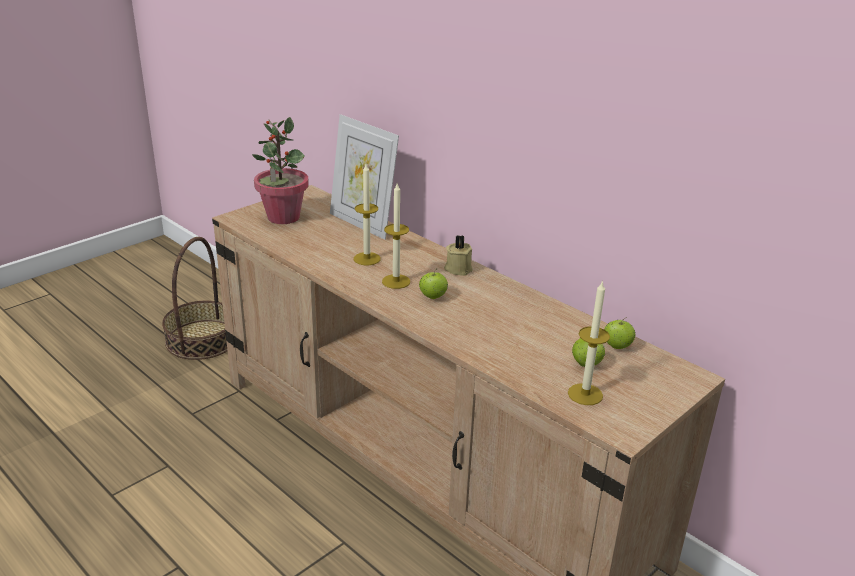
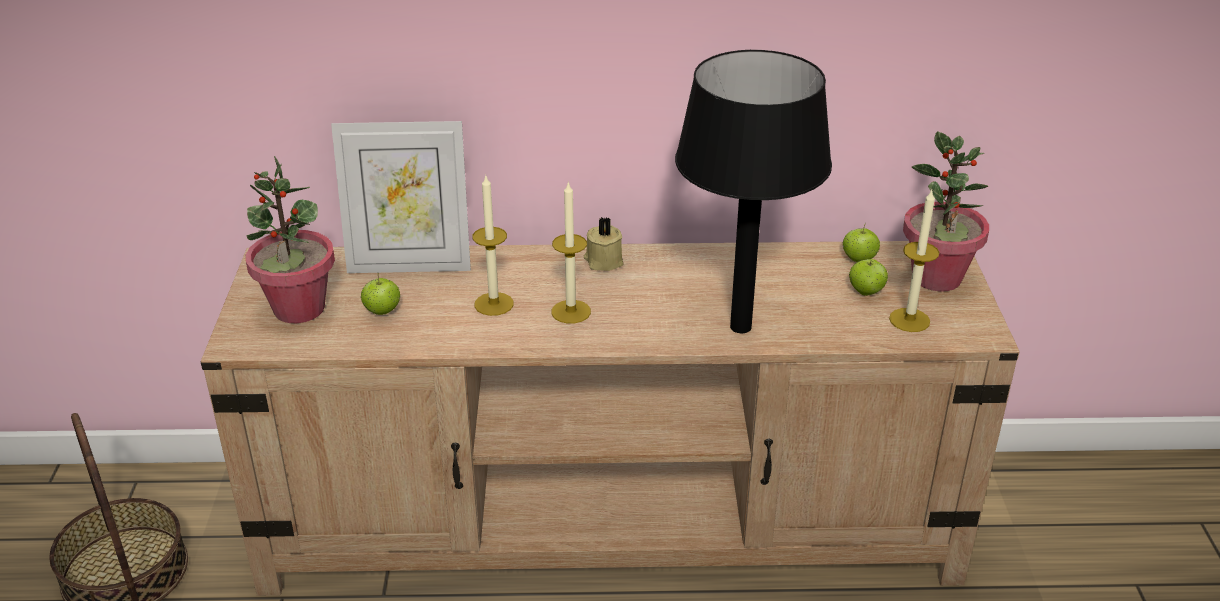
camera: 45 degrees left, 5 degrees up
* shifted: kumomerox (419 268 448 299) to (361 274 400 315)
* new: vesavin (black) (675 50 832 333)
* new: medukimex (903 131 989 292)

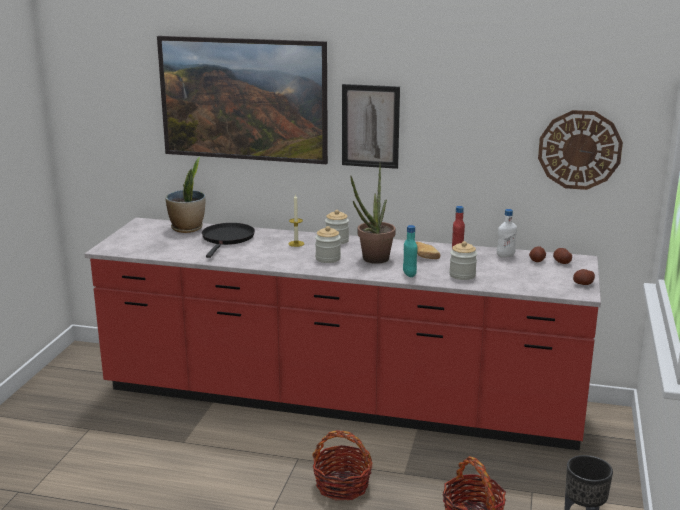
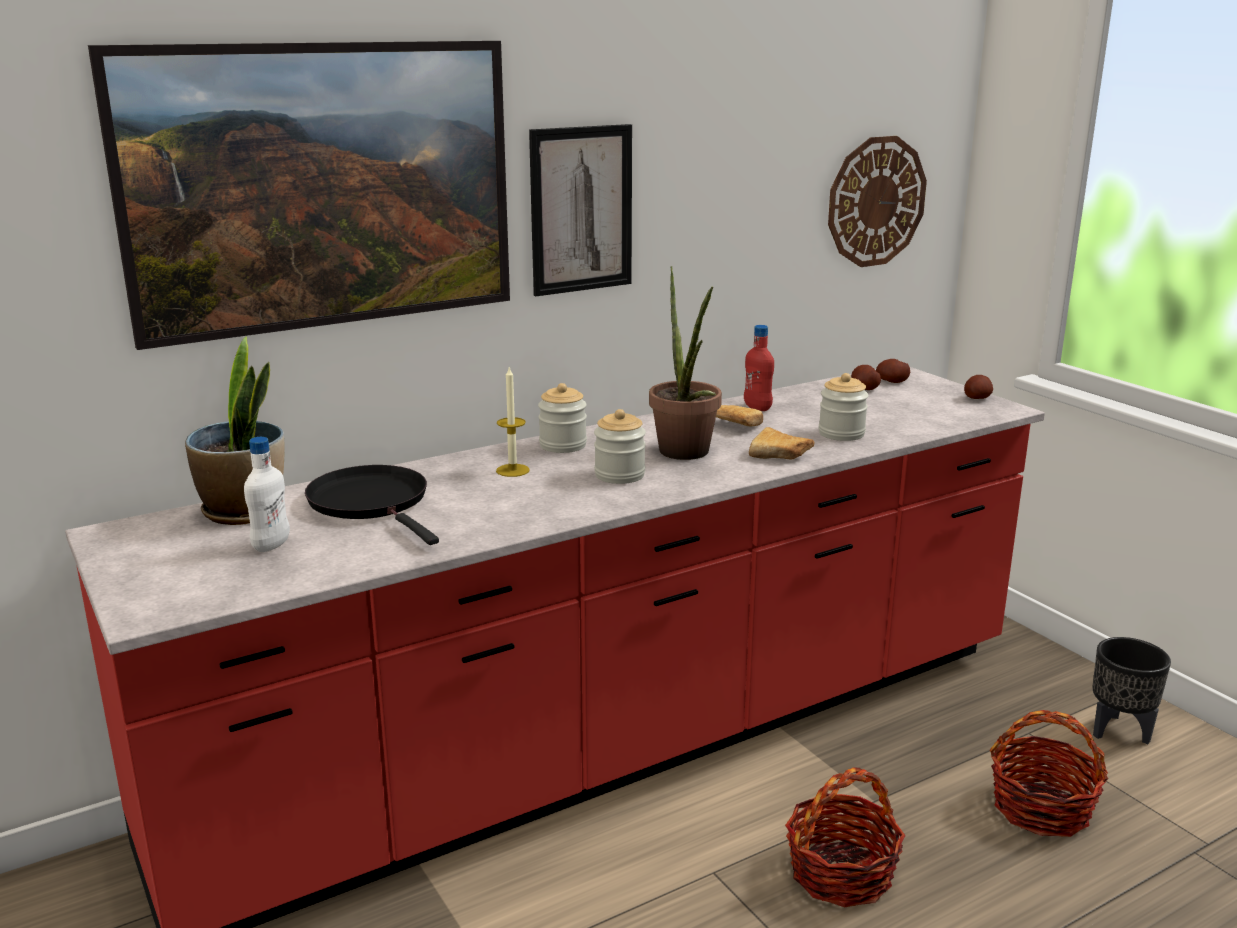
camera: 45 degrees left, 0 degrees up
* shifted: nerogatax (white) (497 209 517 258) to (244 437 290 552)
* swapped: nerogatax (turquoise) (403 225 417 277) to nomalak (749 427 815 460)

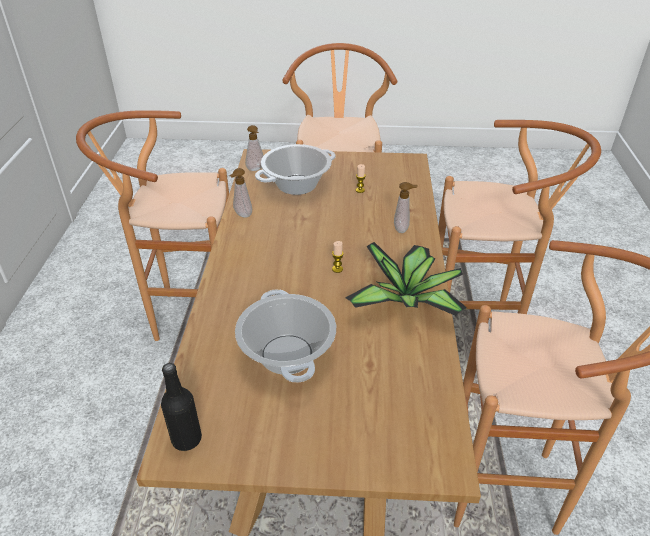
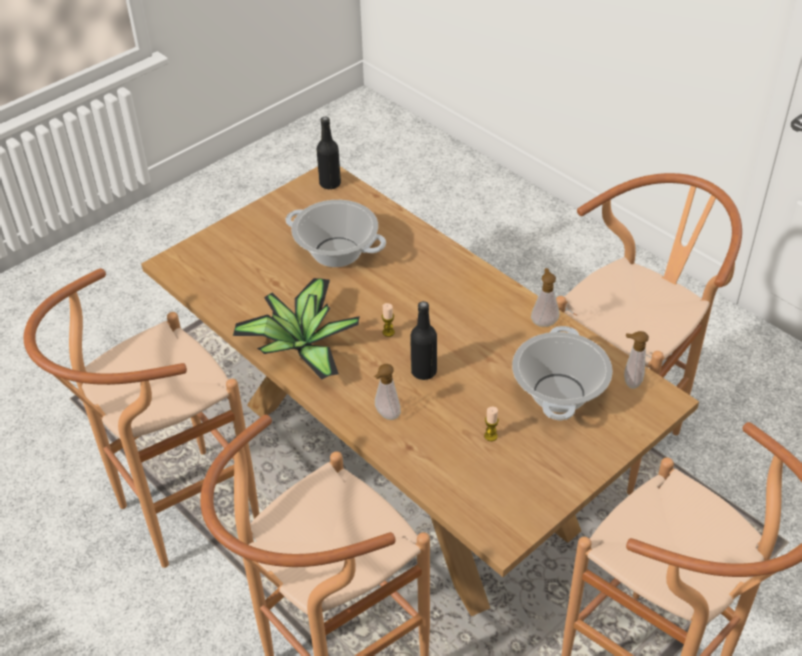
camera: 135 degrees right, 5 degrees up
* new: nerogatax (black) (410 301 437 380)

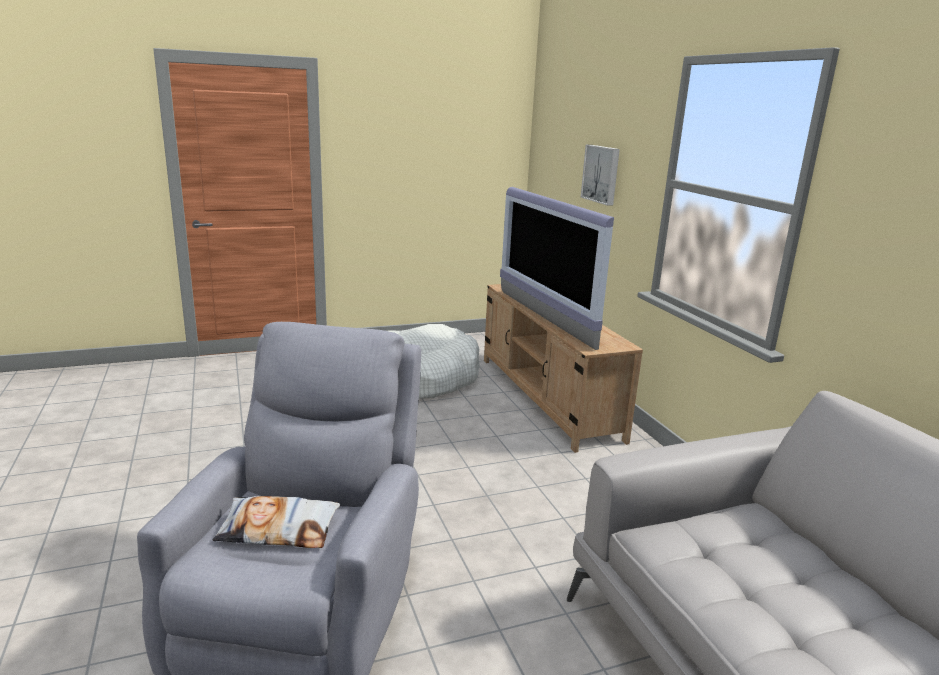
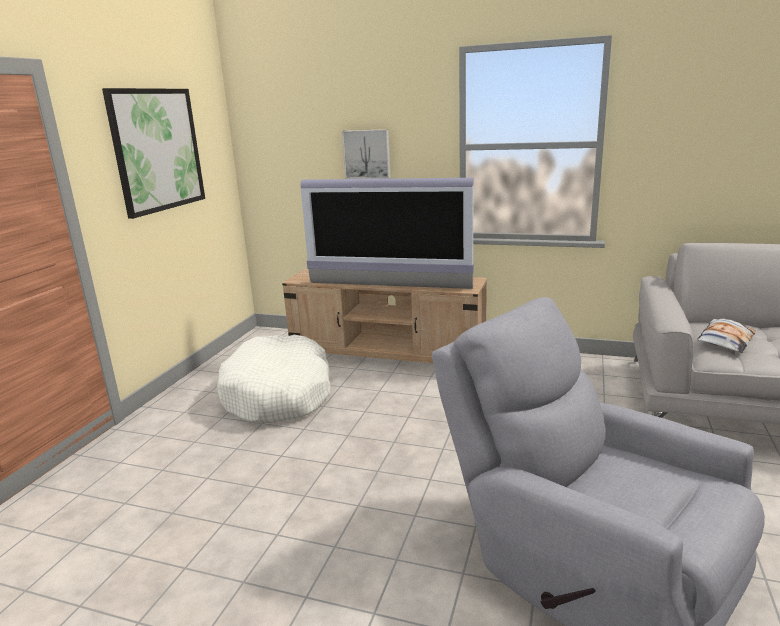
camera: 50 degrees left, 0 degrees up
* shifted: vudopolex (213 496 340 548) to (697 319 756 353)
* new: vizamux (102 88 205 219)

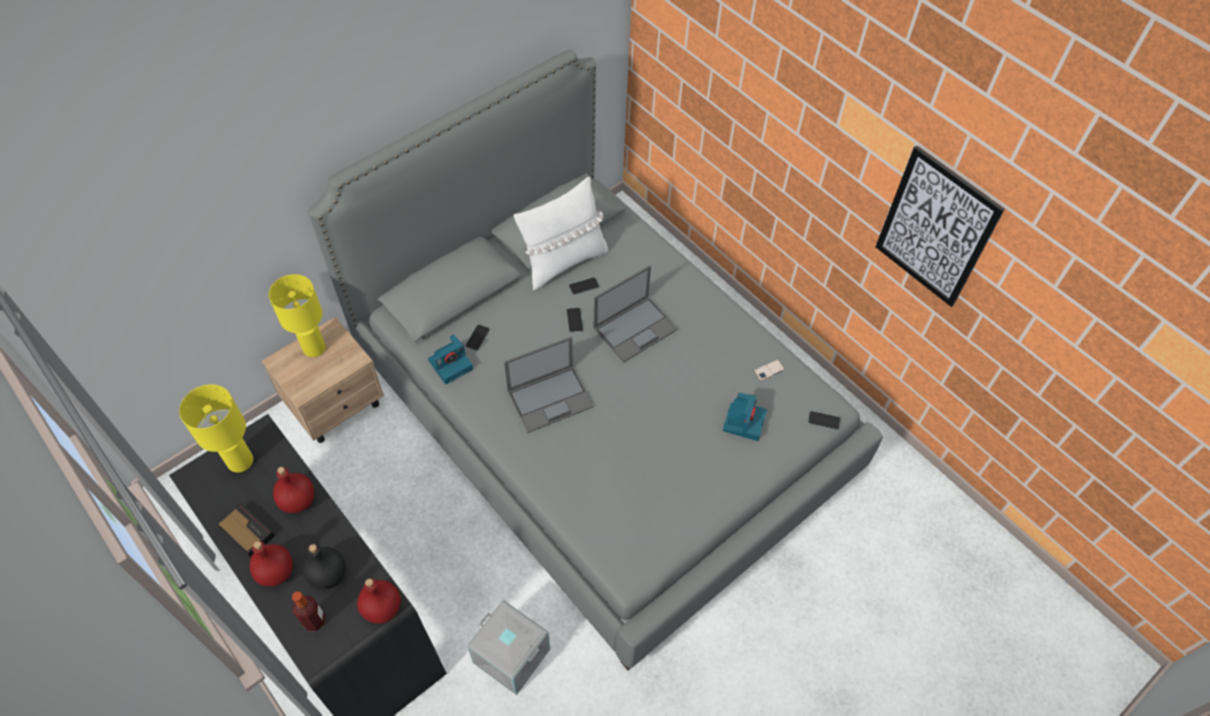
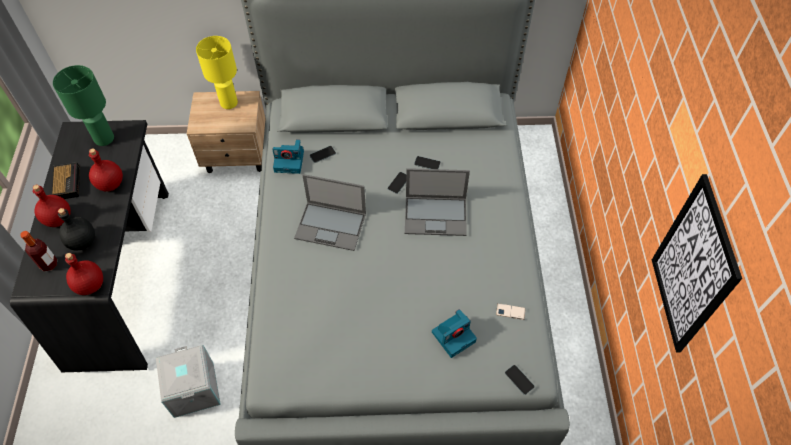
camera: 40 degrees right, 0 degrees up
* gone: vudopolex (white) (514 177 608 291)
* repainted: vesavin (yellow) (179 384 253 472) to vesavin (green) (53 65 114 146)

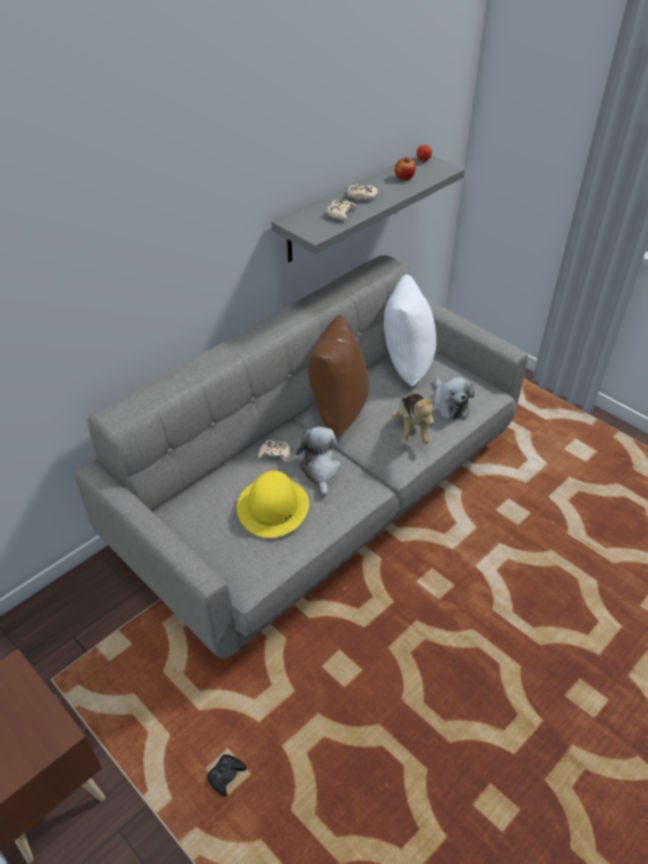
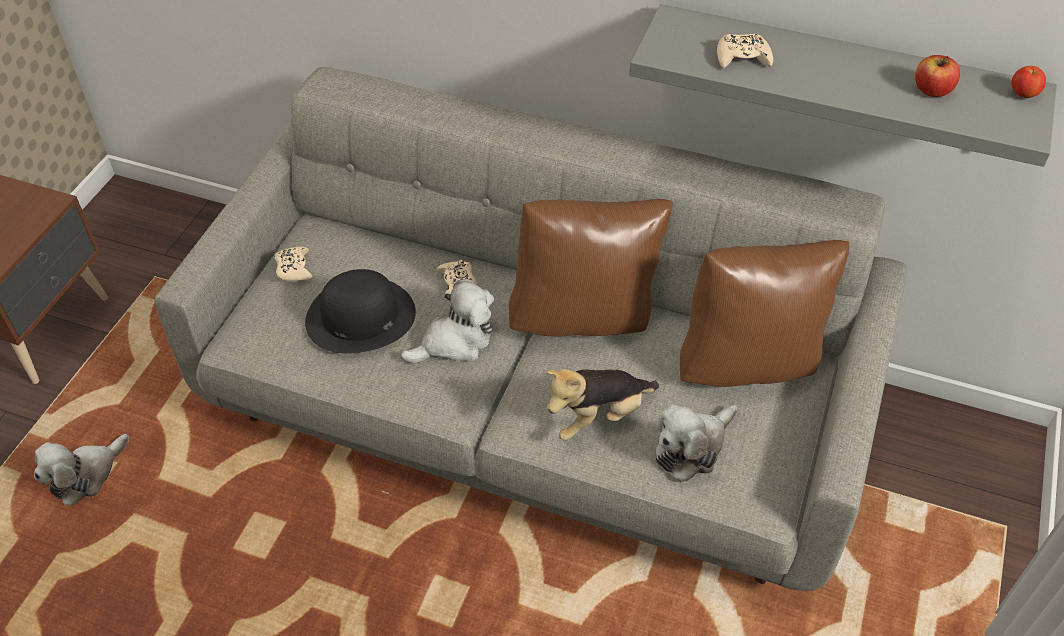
camera: 65 degrees right, 5 degrees up
* shifted: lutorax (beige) (347 183 378 200) to (275 247 312 282)
* repainted: vudopolex (white) (384 274 437 387) to vudopolex (brown) (680 240 849 387)
* repainted: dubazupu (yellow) (237 471 309 538) to dubazupu (black) (305 269 416 354)
* swapped: lutorax (black) (207 754 247 797) to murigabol (34 434 129 506)

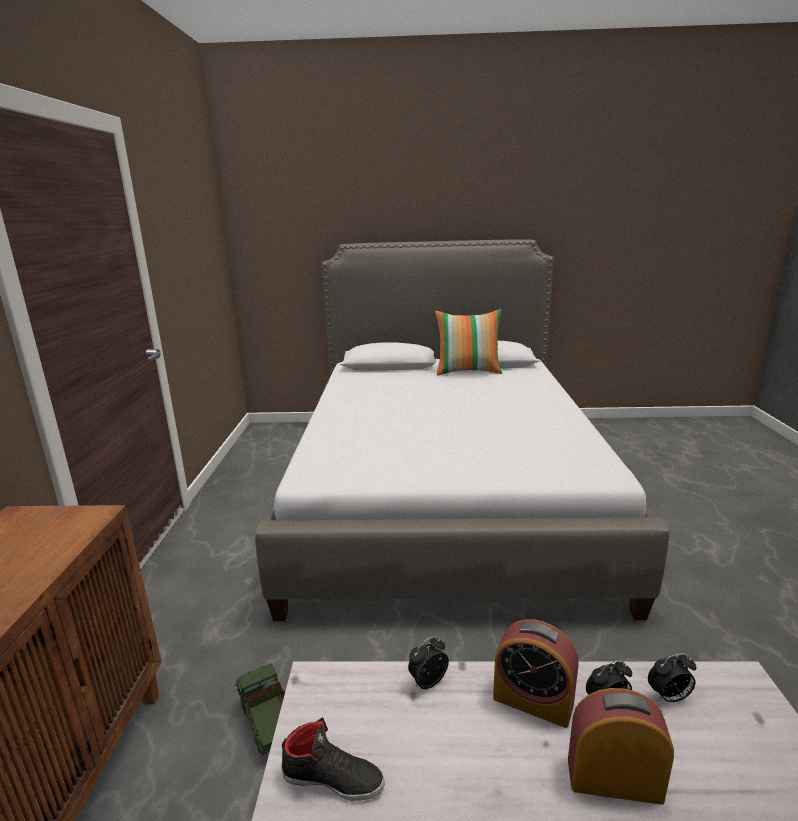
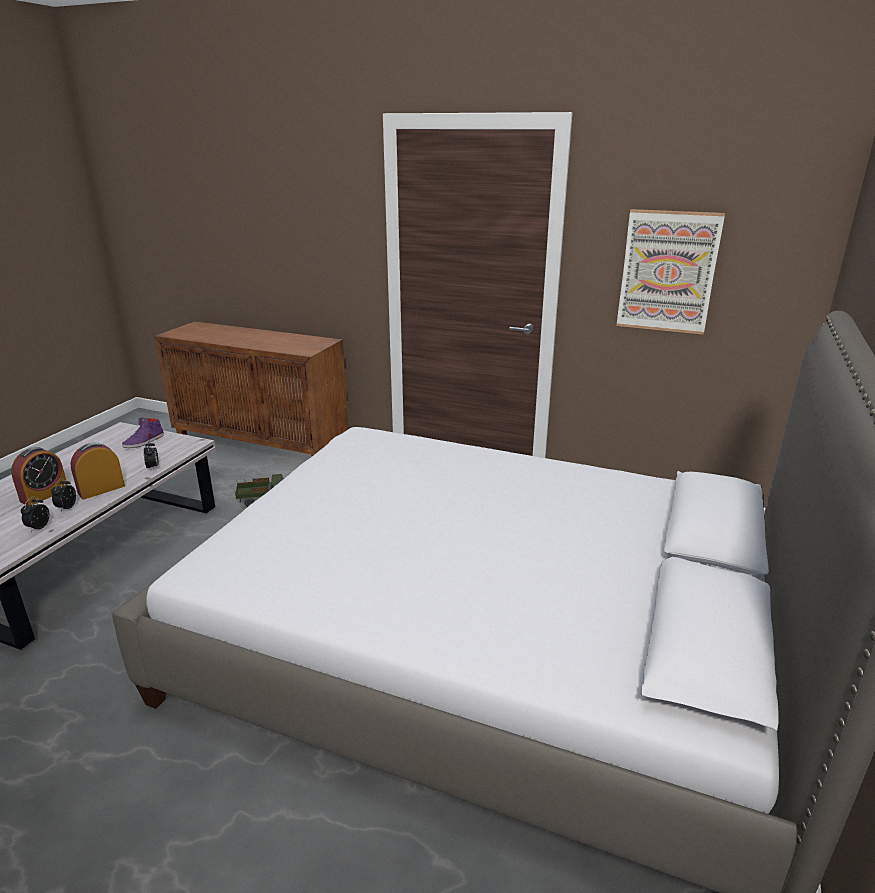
camera: 110 degrees right, 5 degrees up
* gone: vudopolex (435 309 502 376)
* repainted: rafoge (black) (281 718 385 801) to rafoge (purple) (122 418 164 448)
* new: vizamux (616 209 725 334)

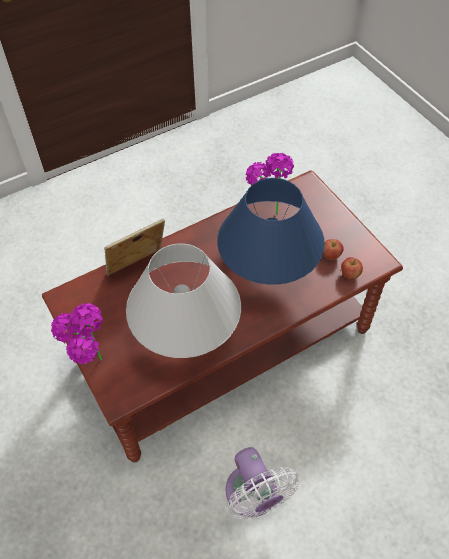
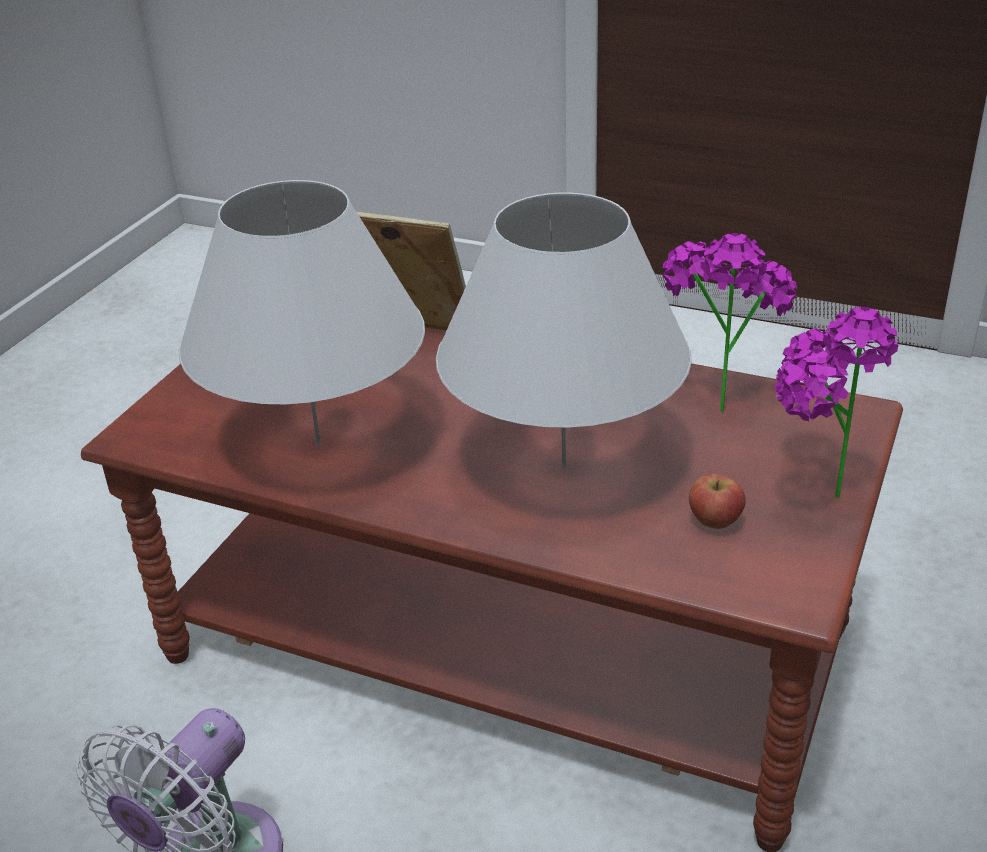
camera: 55 degrees right, 20 degrees down
* repainted: vesavin (blue) (217 178 325 285) to vesavin (white) (436 193 692 467)
* gone: kumomerox (341 257 363 279)
* shifted: medukimex (51 303 103 364) to (775 307 898 498)

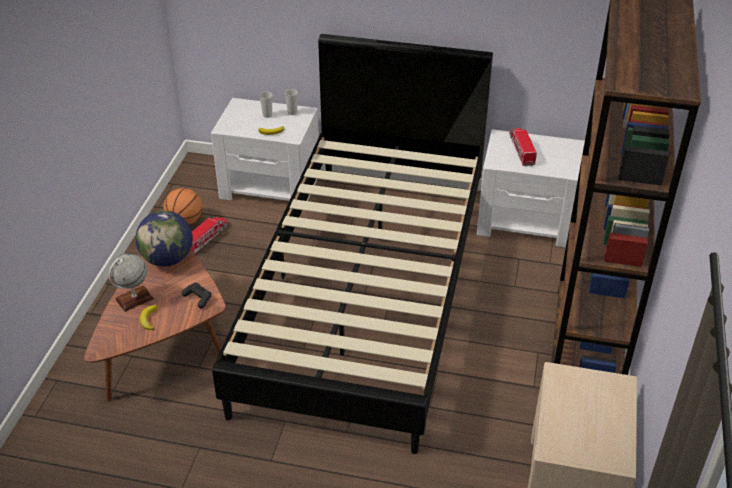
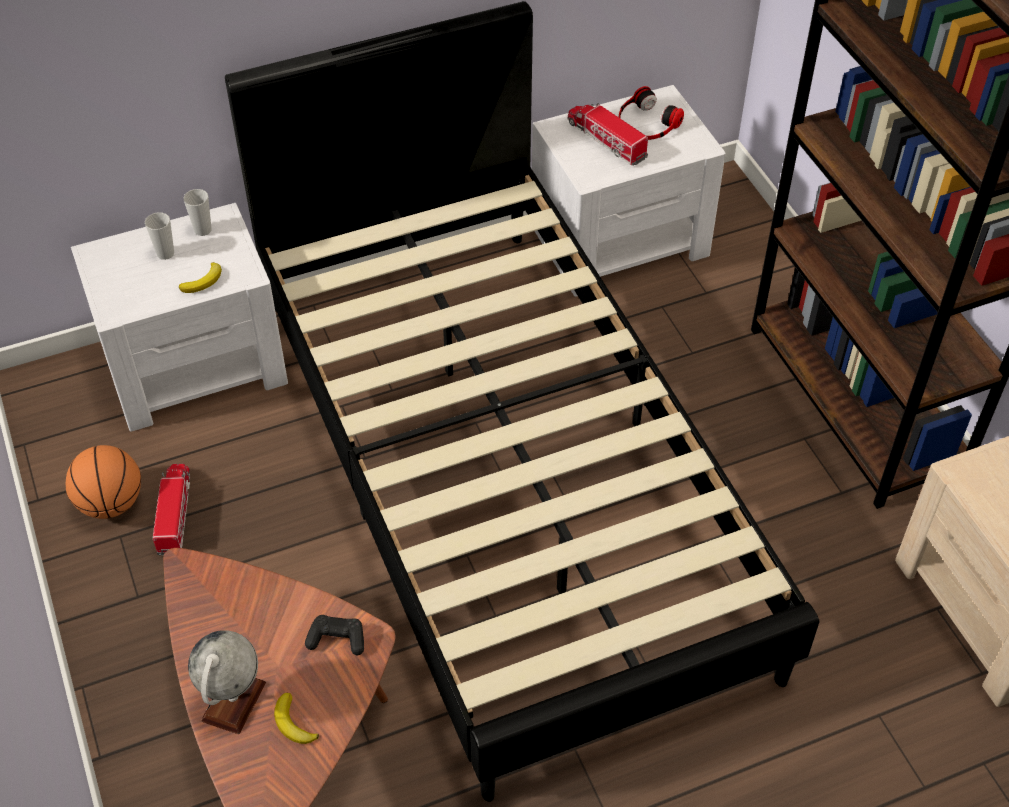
camera: 35 degrees left, 10 degrees up
* gone: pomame (135 210 193 267)
* new: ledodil (619 86 684 140)

